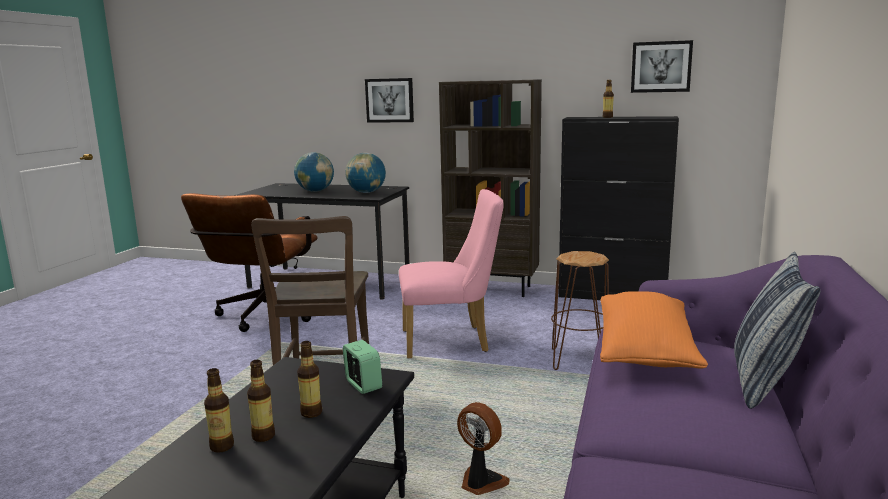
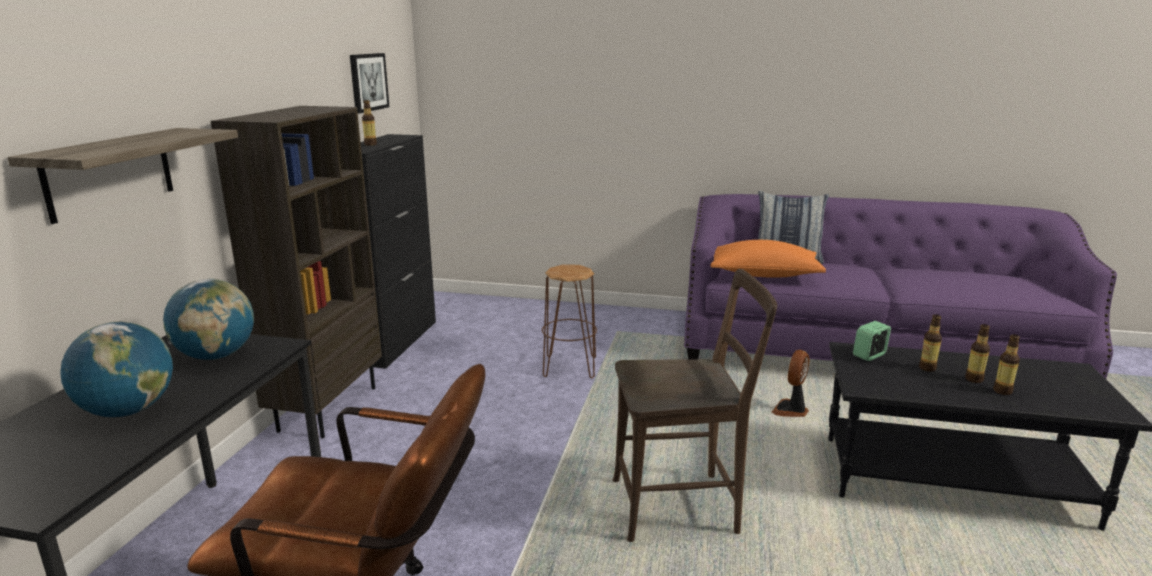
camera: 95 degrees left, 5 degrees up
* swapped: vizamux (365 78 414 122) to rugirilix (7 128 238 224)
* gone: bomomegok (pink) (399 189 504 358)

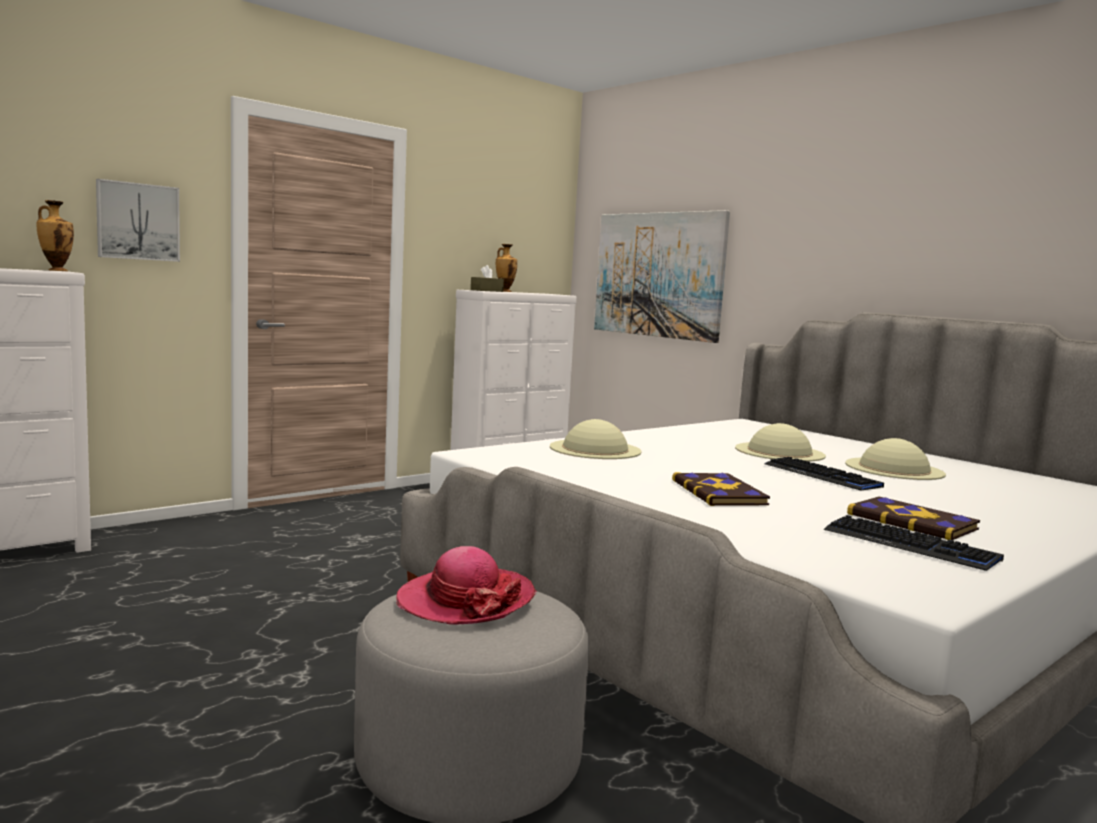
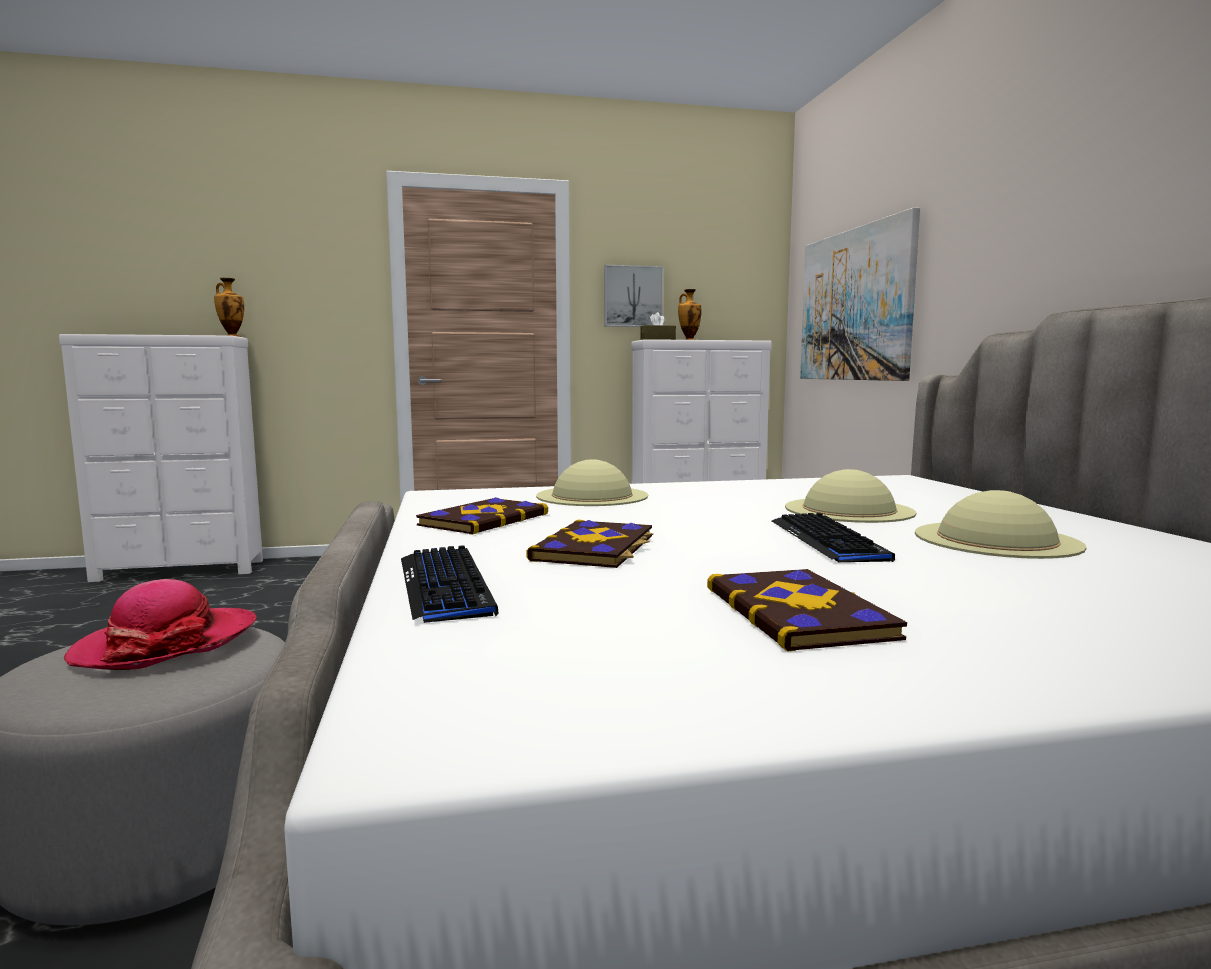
camera: 30 degrees right, 0 degrees up
* shifted: vizamux (96 179 180 262) to (604 265 664 327)
* shifted: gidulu (824 515 1004 571) to (401 545 499 623)
* new: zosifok (416 497 548 535)

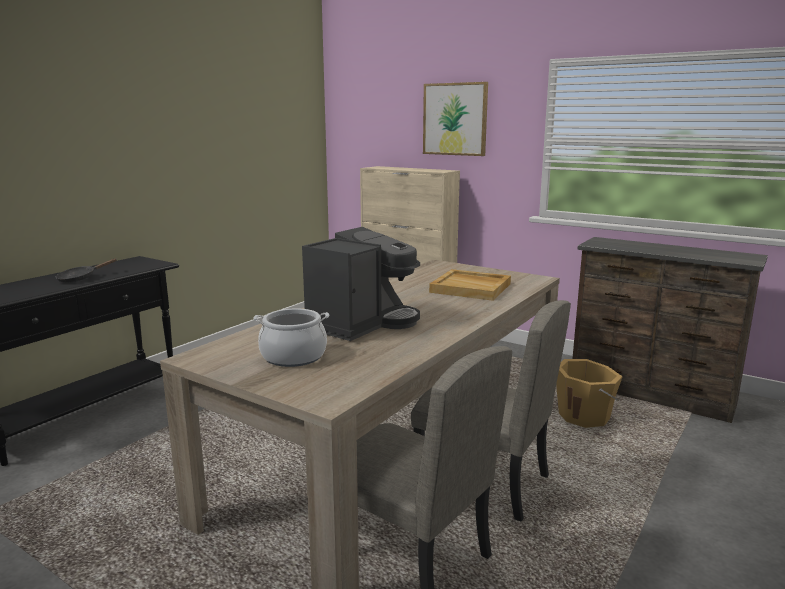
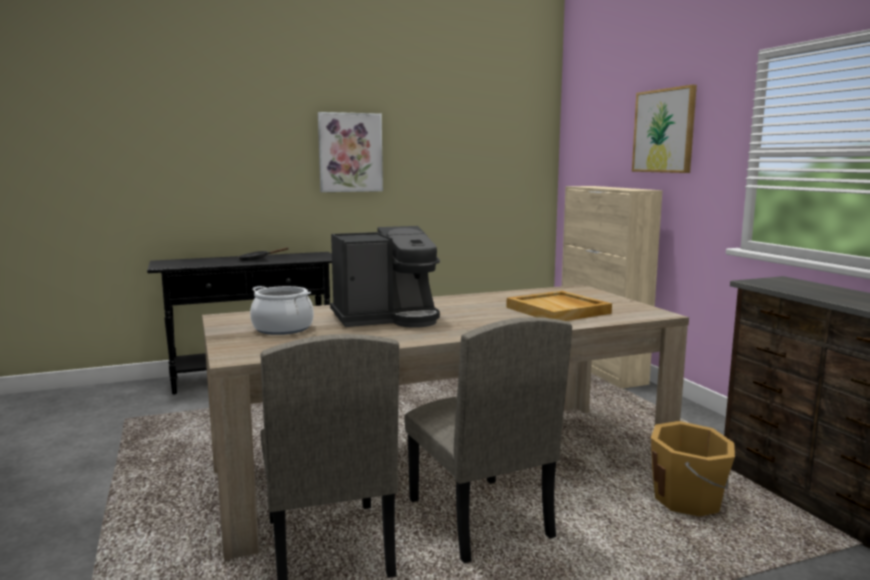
camera: 35 degrees right, 5 degrees down
* new: vizamux (318 112 383 192)

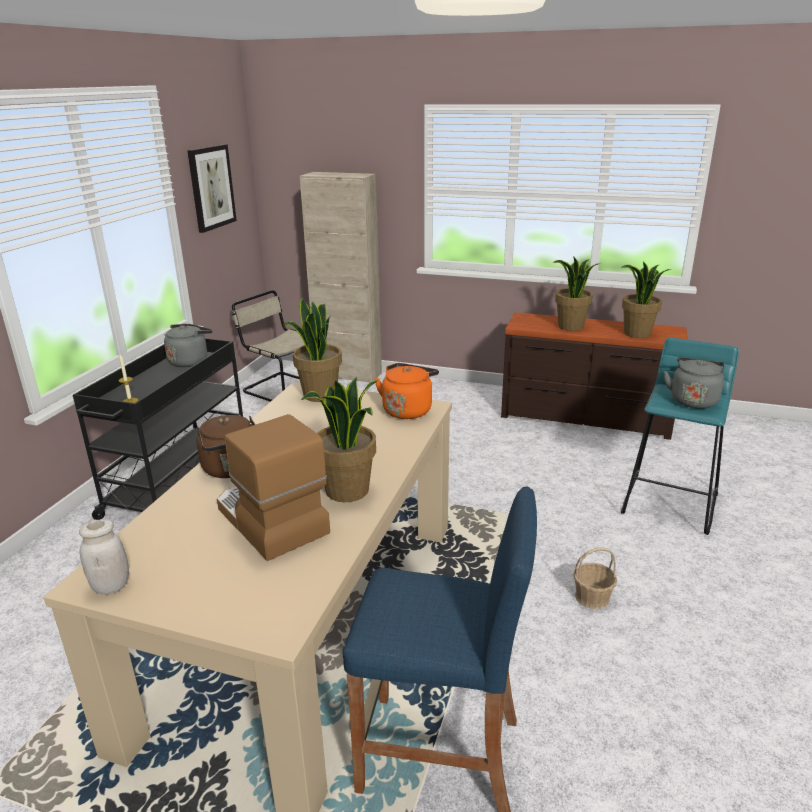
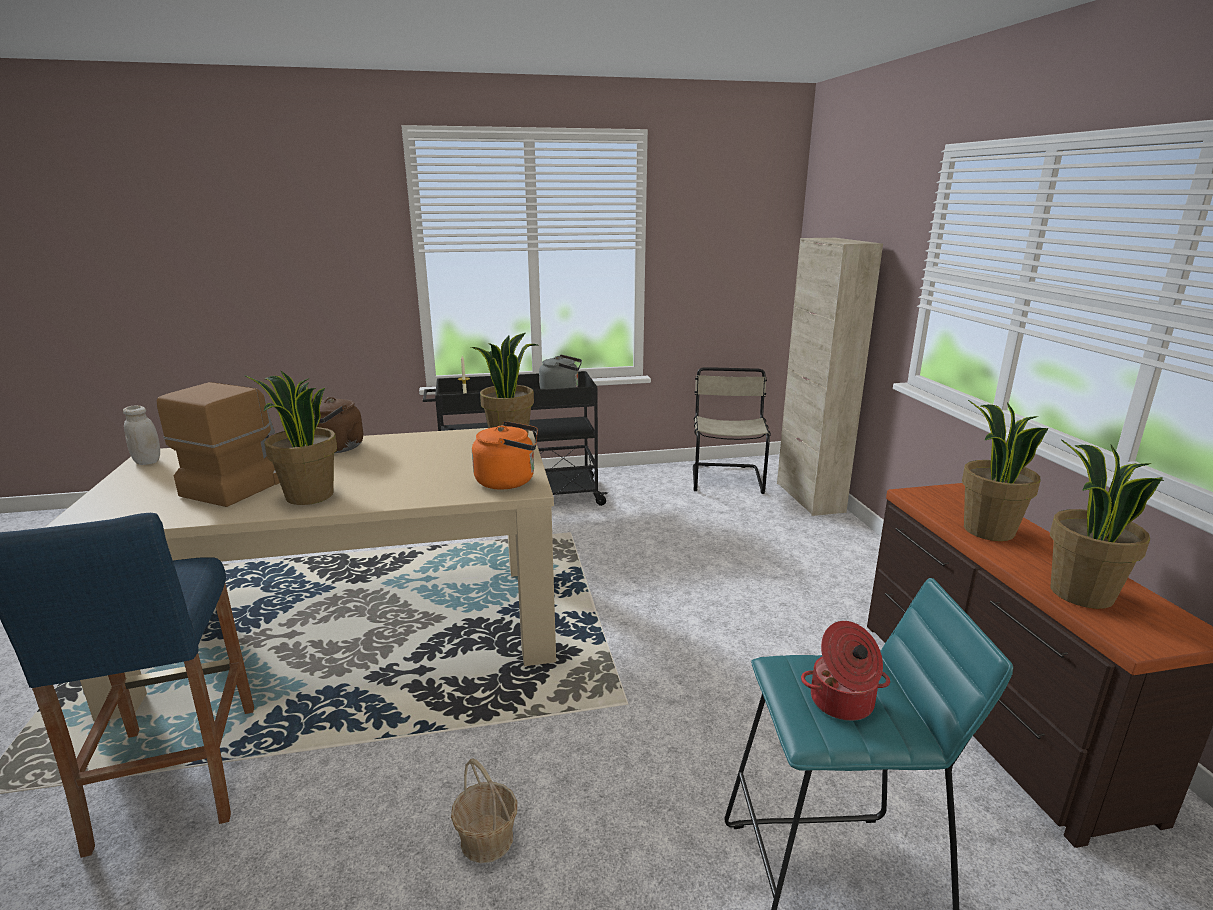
camera: 60 degrees right, 5 degrees down
* gone: vizamux (188 144 237 233)
* swapped: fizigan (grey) (664 357 724 409) to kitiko (801 621 890 721)

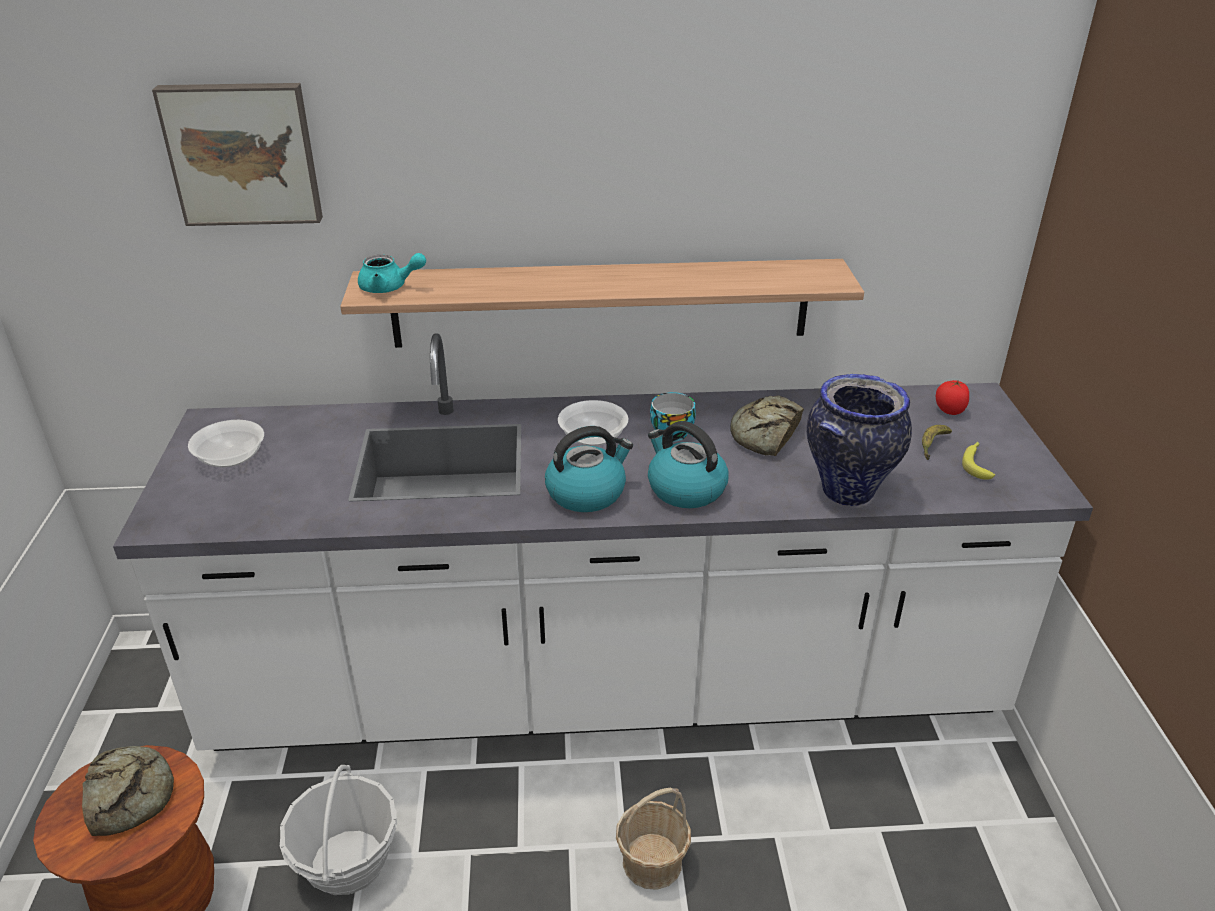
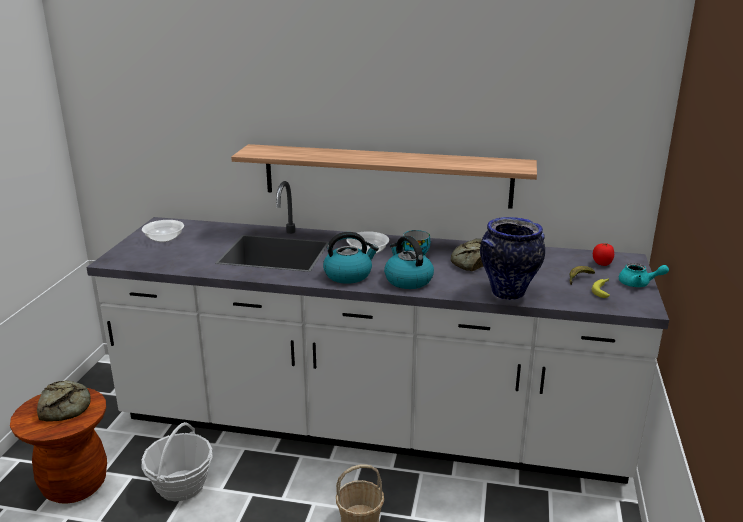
camera: 15 degrees right, 10 degrees down
* gone: vizamux (152 83 323 226)
* shifted: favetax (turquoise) (358 253 426 293) to (619 263 669 287)

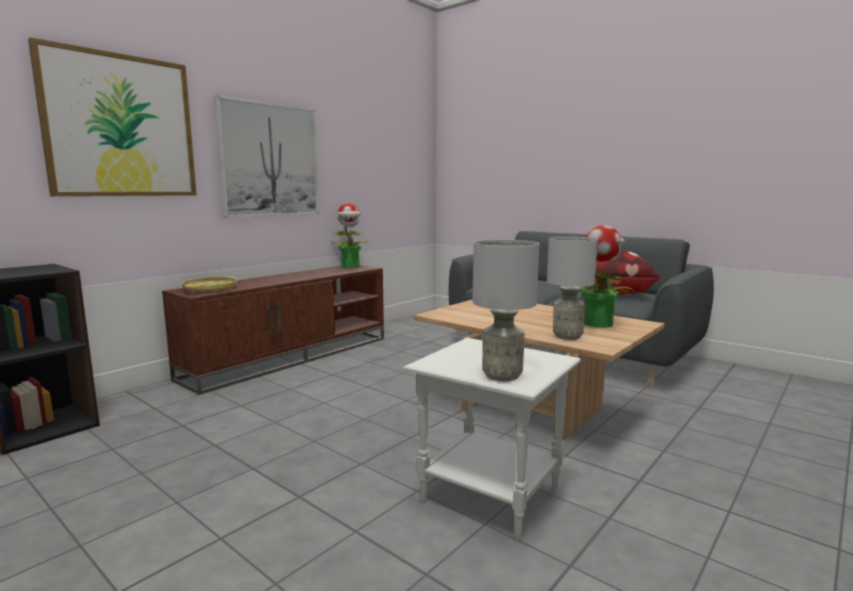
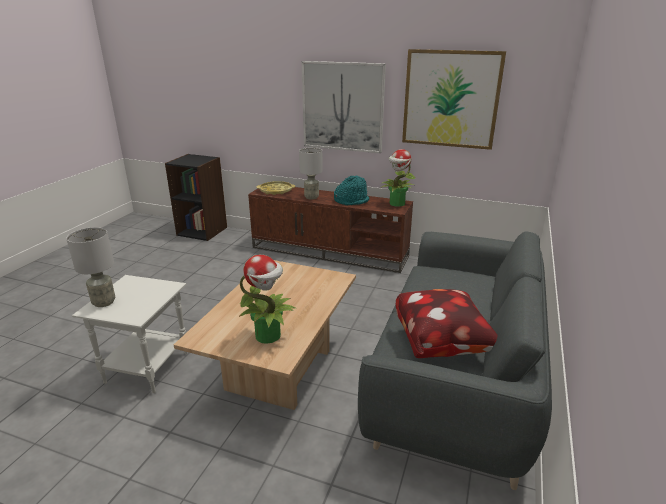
camera: 70 degrees right, 15 degrees up
* shifted: vizamux (28 37 197 196) to (402 49 506 150)
* shifted: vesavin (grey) (547 237 598 340) to (299 147 323 199)
* new: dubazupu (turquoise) (334 176 369 205)

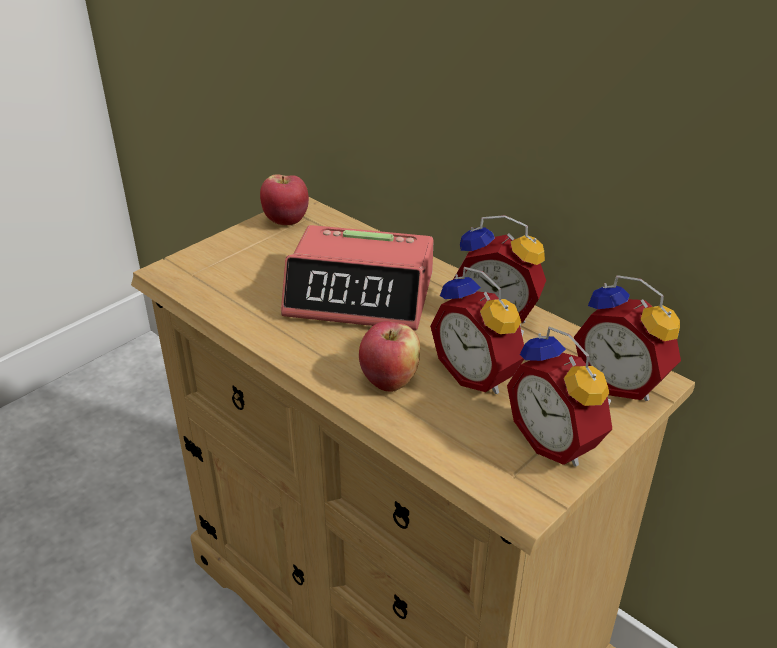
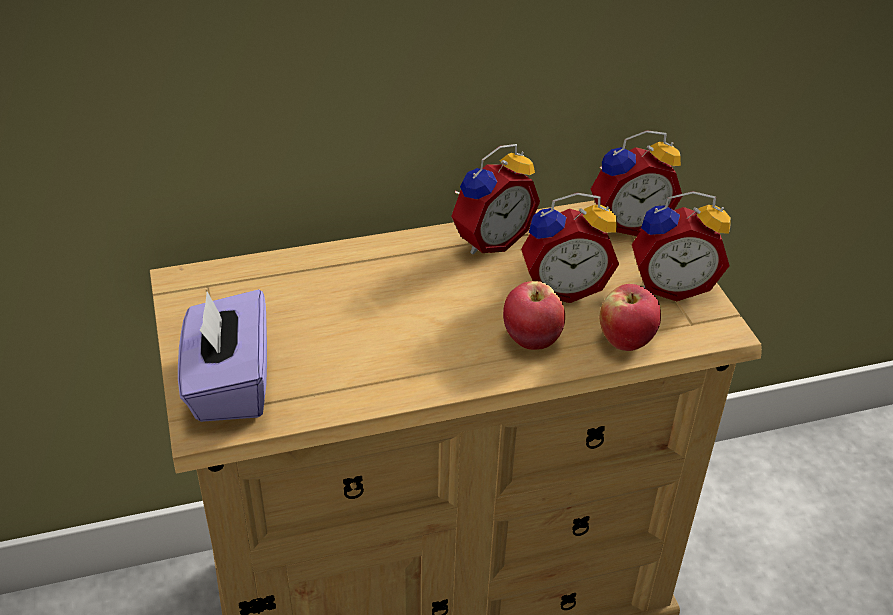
camera: 60 degrees left, 5 degrees up
* shifted: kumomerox (260 174 309 225) to (600 284 661 351)
* gone: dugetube (281 225 434 331)
* new: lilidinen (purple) (178 289 267 422)

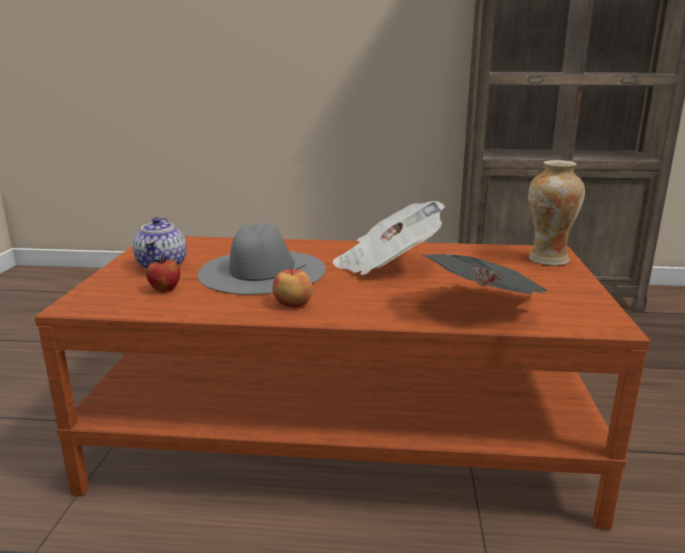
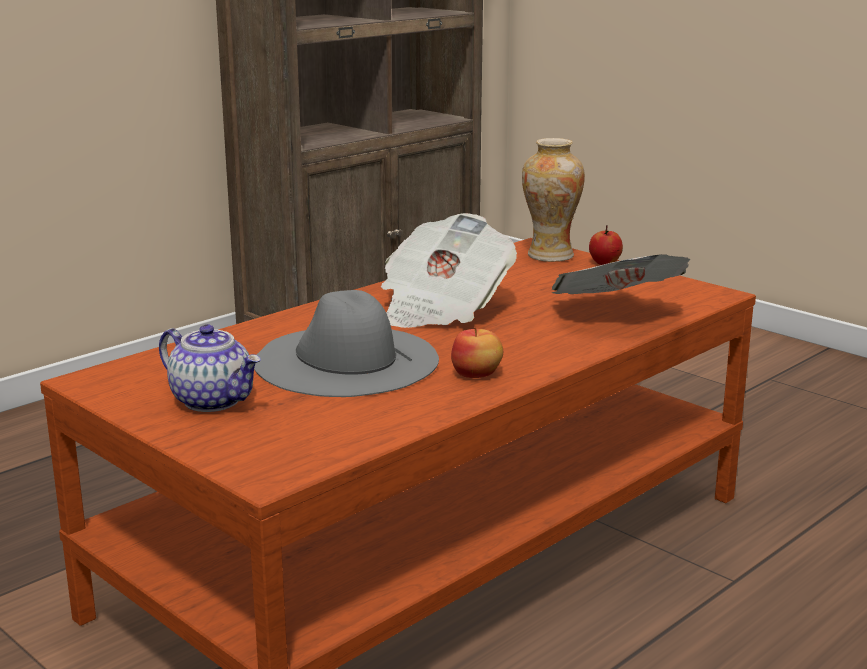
camera: 50 degrees left, 0 degrees up
* shifted: kumomerox (146 254 180 292) to (589 225 623 265)

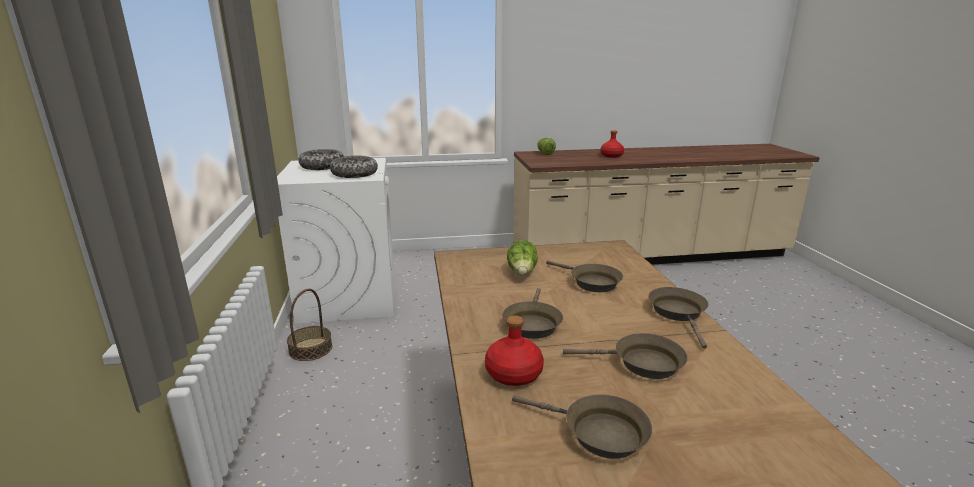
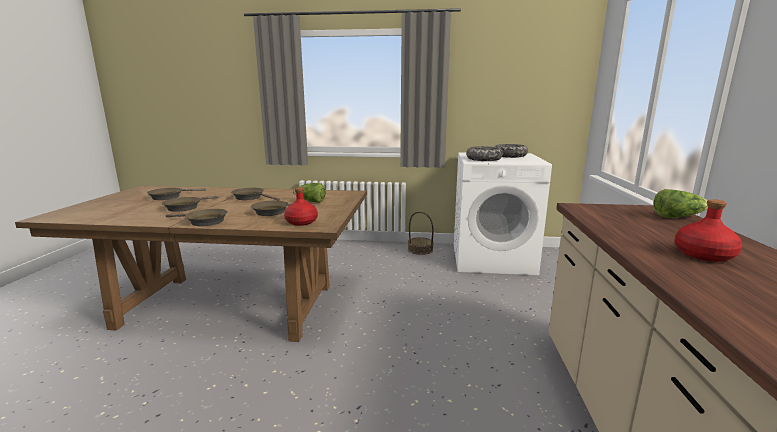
camera: 105 degrees right, 5 degrees down
* shifted: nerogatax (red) (485 316 544 386) to (284 187 318 226)

